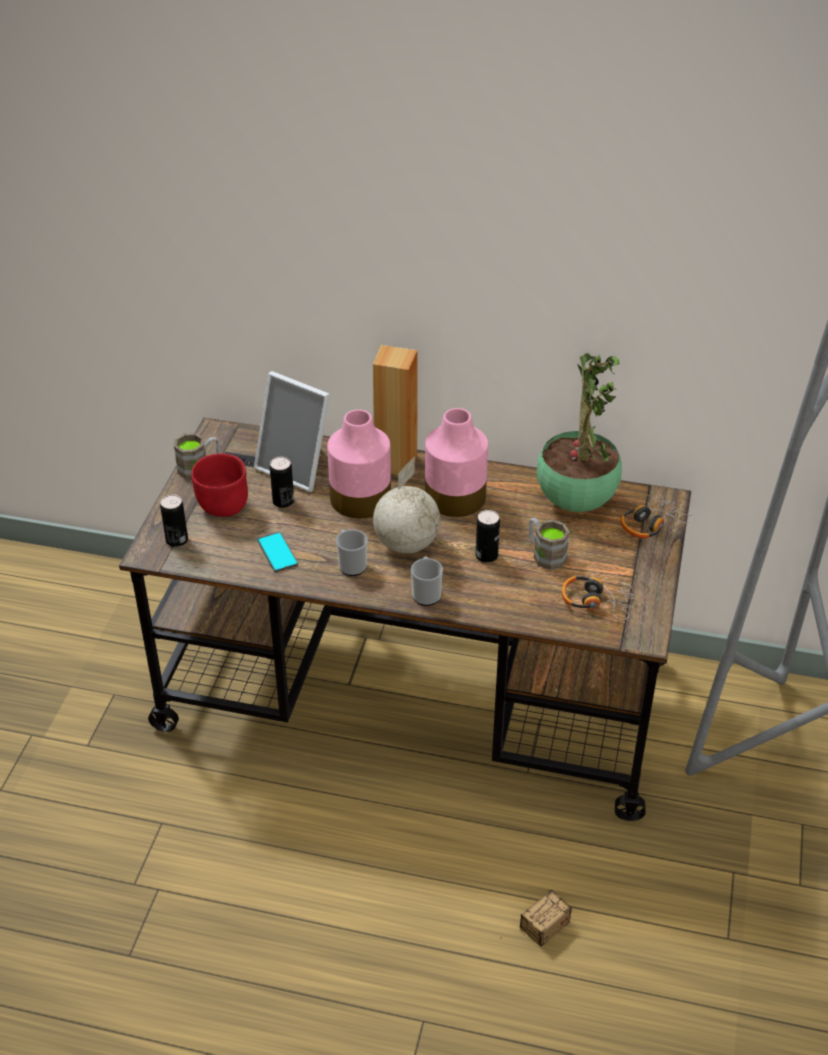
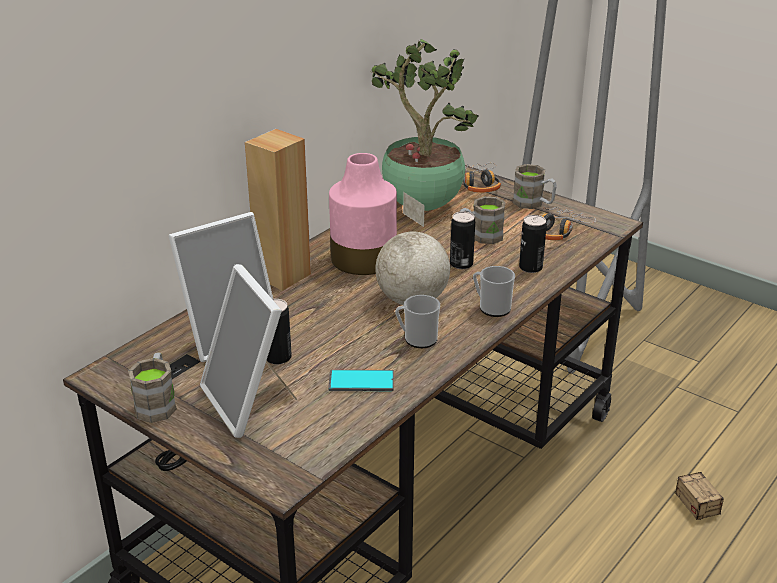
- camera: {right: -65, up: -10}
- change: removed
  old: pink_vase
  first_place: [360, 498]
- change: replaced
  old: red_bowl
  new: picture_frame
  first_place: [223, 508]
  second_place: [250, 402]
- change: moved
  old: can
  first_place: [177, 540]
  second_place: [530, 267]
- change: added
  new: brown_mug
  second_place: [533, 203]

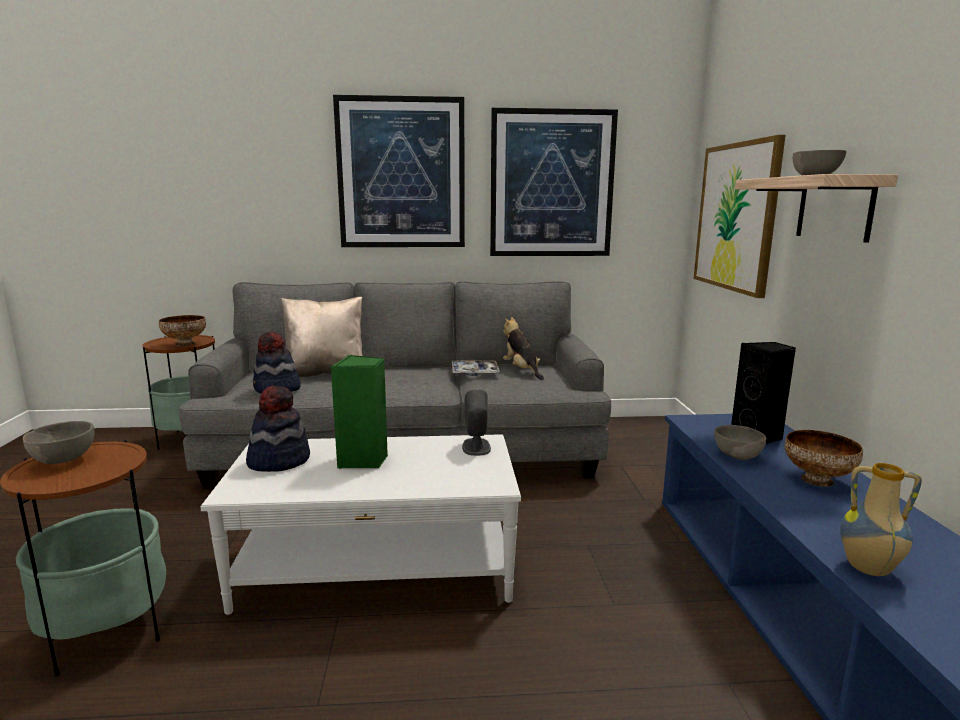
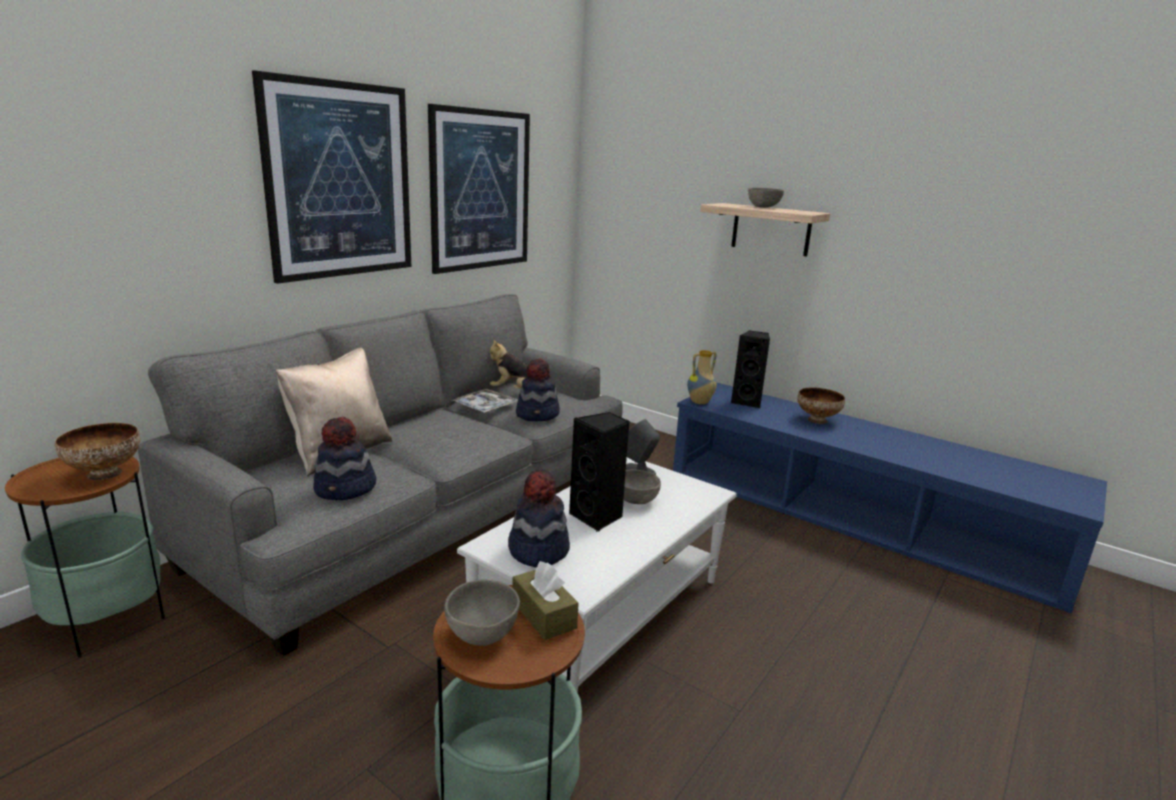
- camera: {right: -50, up: 5}
- change: removed
  old: picture
  first_place: [736, 217]
- change: recoloured
  old: green_speaker
  new: black_speaker
  first_place: [363, 461]
  second_place: [598, 517]
- change: moved
  old: grey_bowl
  first_place: [737, 457]
  second_place: [636, 501]
- change: moved
  old: vase
  first_place: [868, 569]
  second_place: [700, 402]
- change: added
  new: hat
  second_place: [538, 415]
- change: added
  new: brown_tissue_box
  second_place: [543, 614]

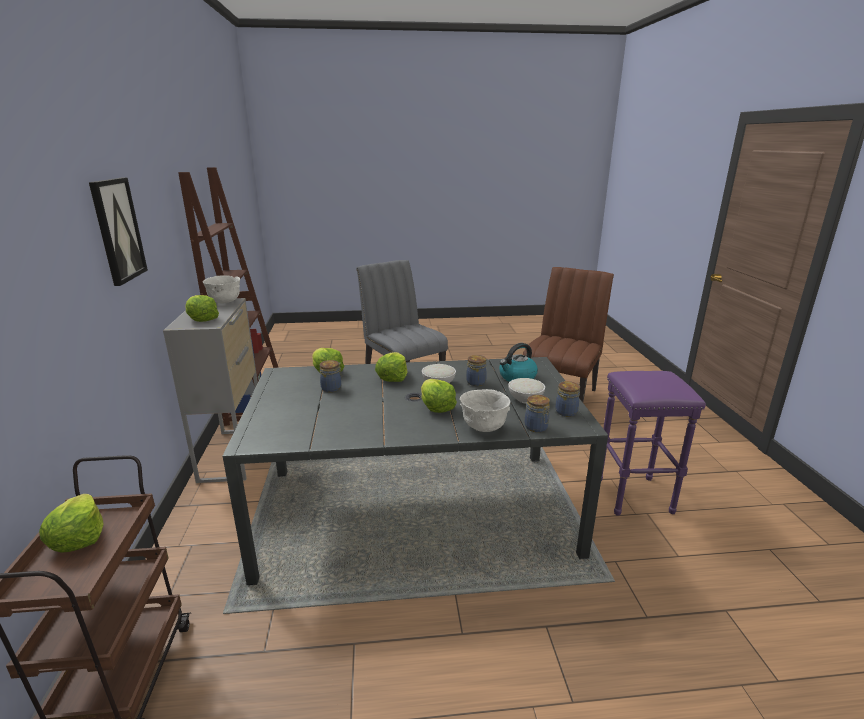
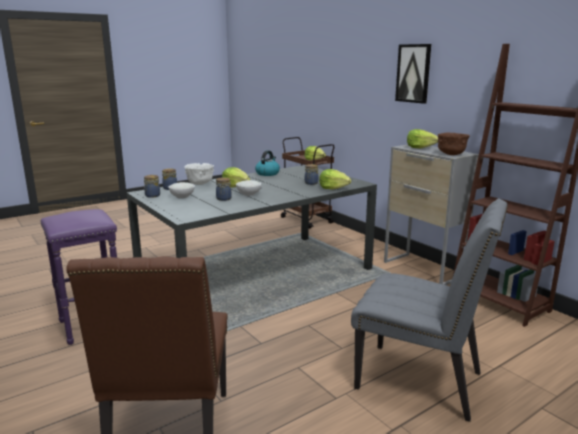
- camera: {right: 150, up: -5}
- change: recoloured
  old: white_bowl
  new: brown_bowl
  first_place: [225, 302]
  second_place: [451, 154]
- change: moved
  old: kettle
  first_place: [517, 377]
  second_place: [267, 173]
- change: removed
  old: lettuce
  first_place: [392, 377]

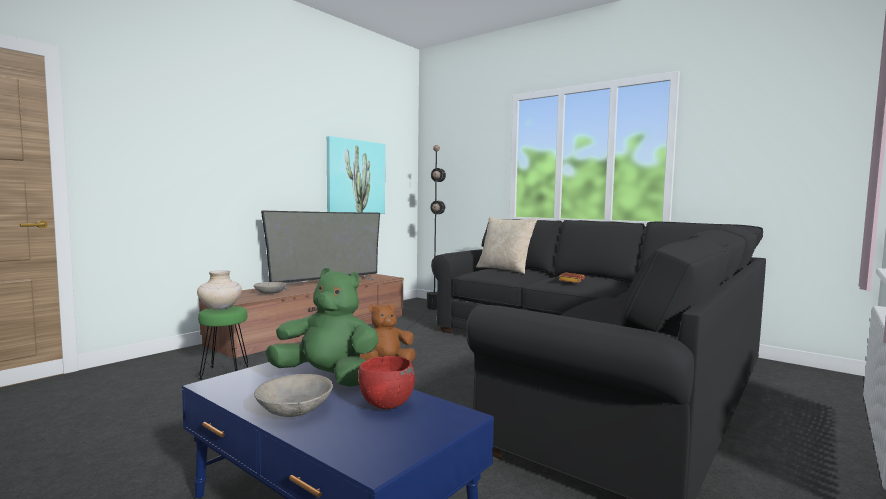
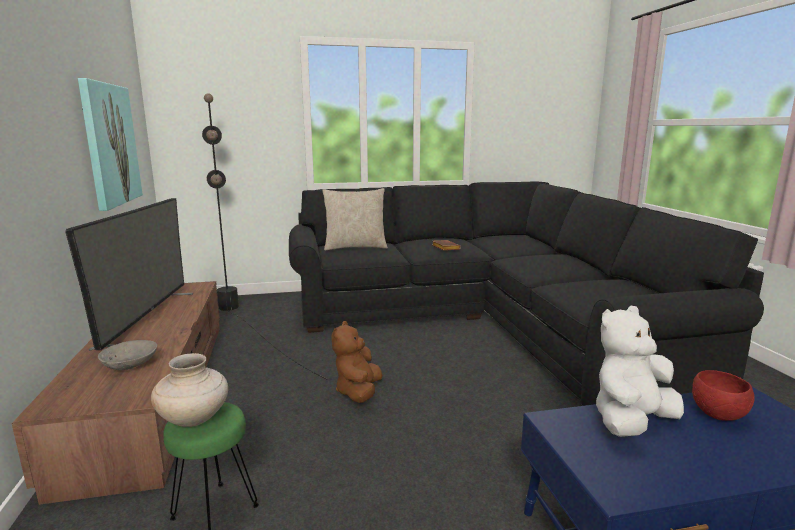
- camera: {right: -50, up: 10}
- change: recoloured
  old: green_plush_toy
  new: white_plush_toy
  first_place: [328, 378]
  second_place: [631, 422]
- change: removed
  old: grey_bowl
  first_place: [294, 409]

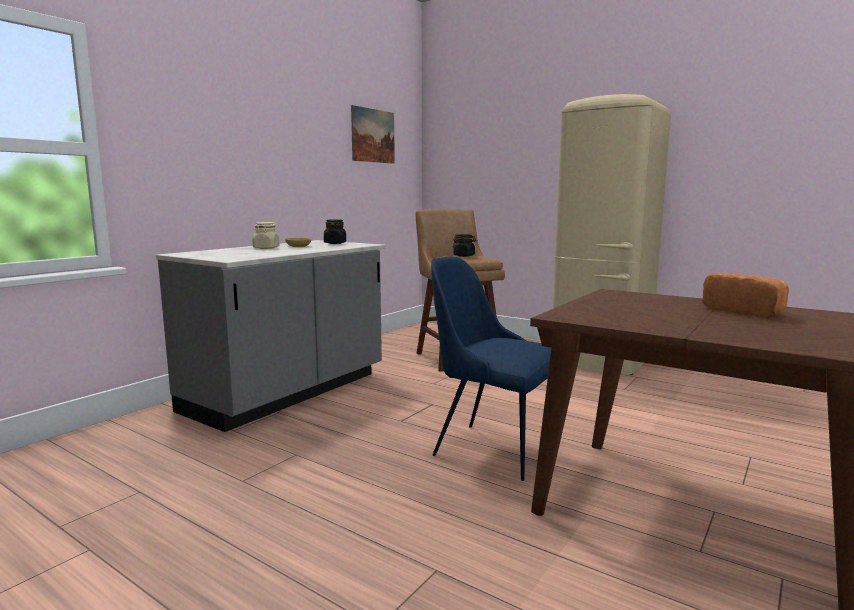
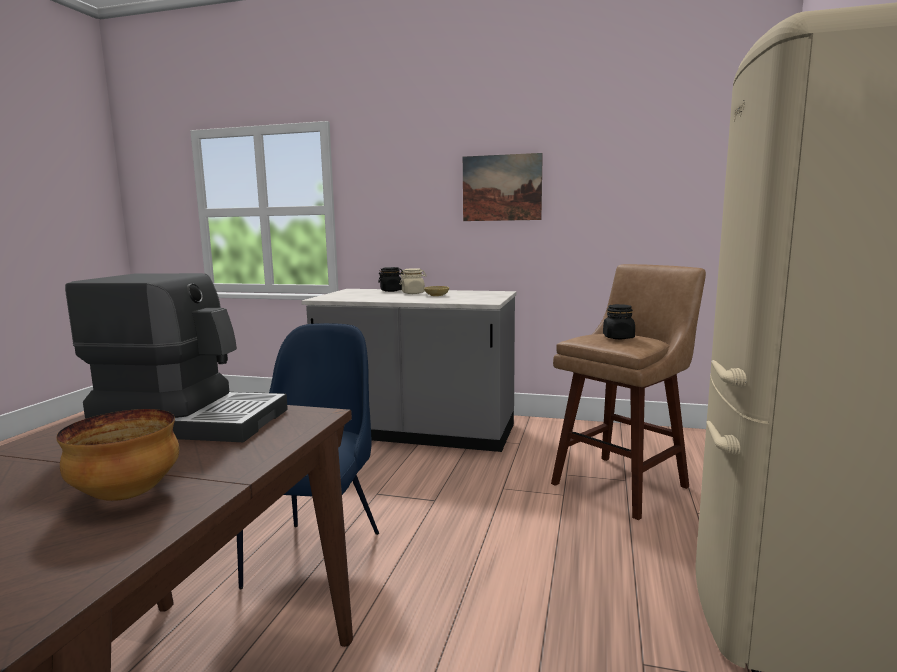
- camera: {right: 70, up: 0}
- change: moved
  old: picture
  first_place: [373, 135]
  second_place: [501, 188]
- change: moved
  old: black_jar
  first_place: [335, 243]
  second_place: [391, 291]
- change: replaced
  old: bread
  new: bowl
  first_place: [746, 311]
  second_place: [125, 495]
- change: added
  new: coffee_machine
  second_place: [192, 420]

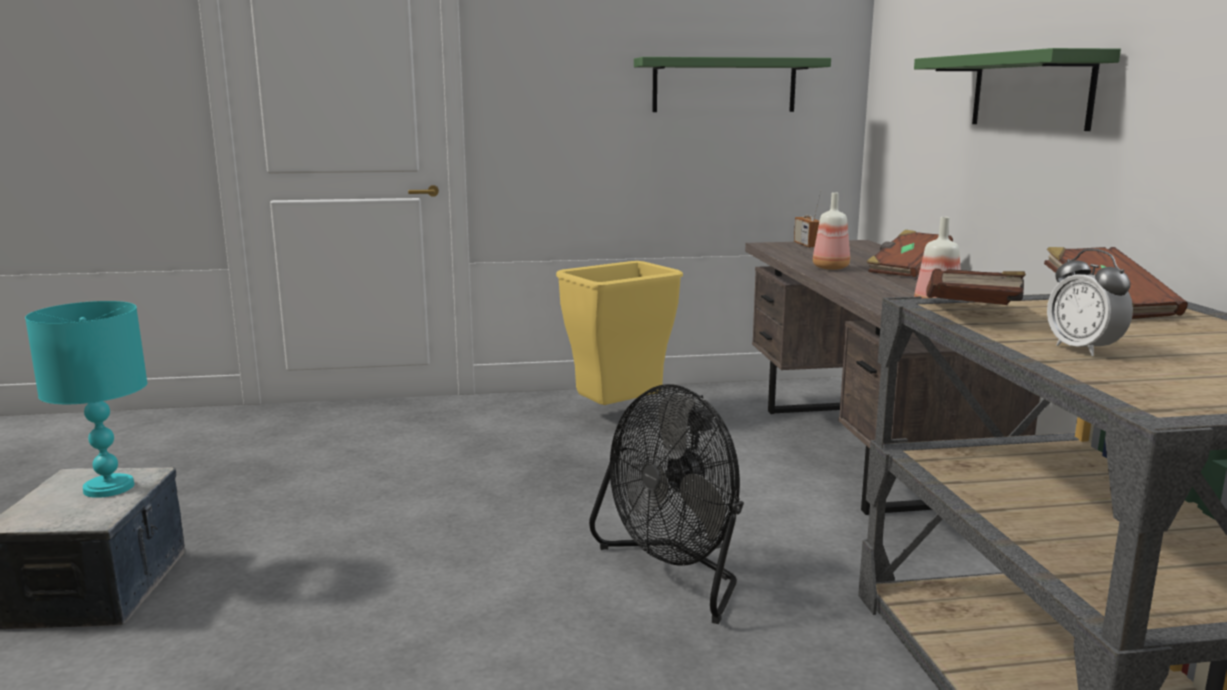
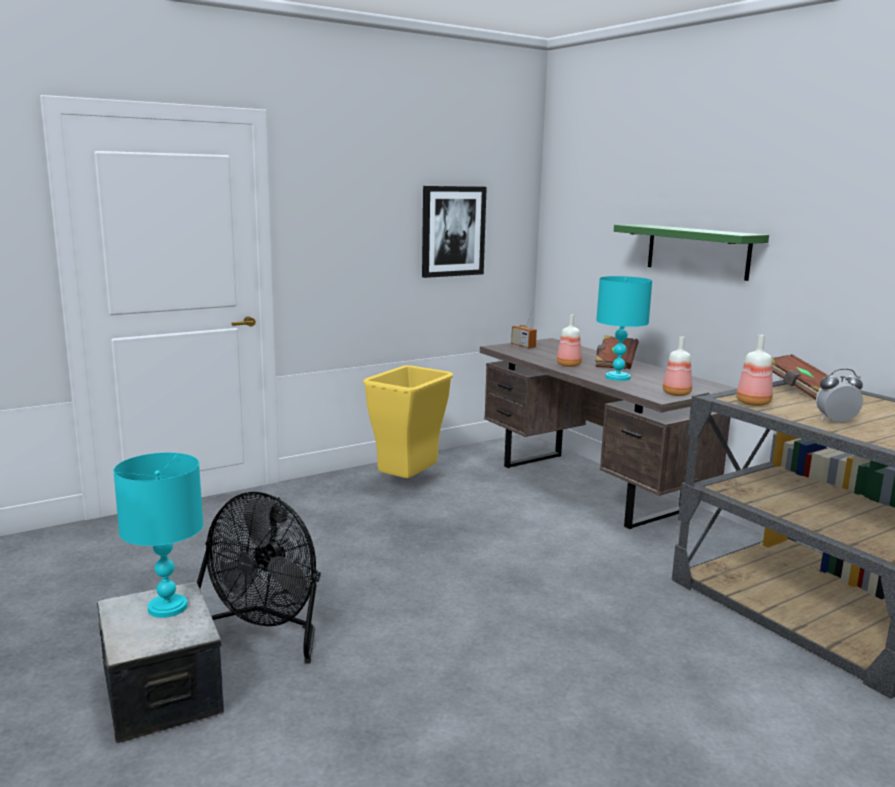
- camera: {right: -25, up: 0}
- change: replaced
  old: green_shelf
  new: picture
  first_place: [724, 85]
  second_place: [453, 231]
- change: turned
  old: alarm_clock
  first_place: [1083, 349]
  second_place: [835, 421]
  degrees: 135
- change: replaced
  old: brown_book
  new: bottle
  first_place: [972, 314]
  second_place: [753, 403]
- change: moved
  old: black_fan
  first_place: [679, 569]
  second_place: [268, 627]
- change: added
  new: turquoise_table_lamp
  second_place: [617, 377]

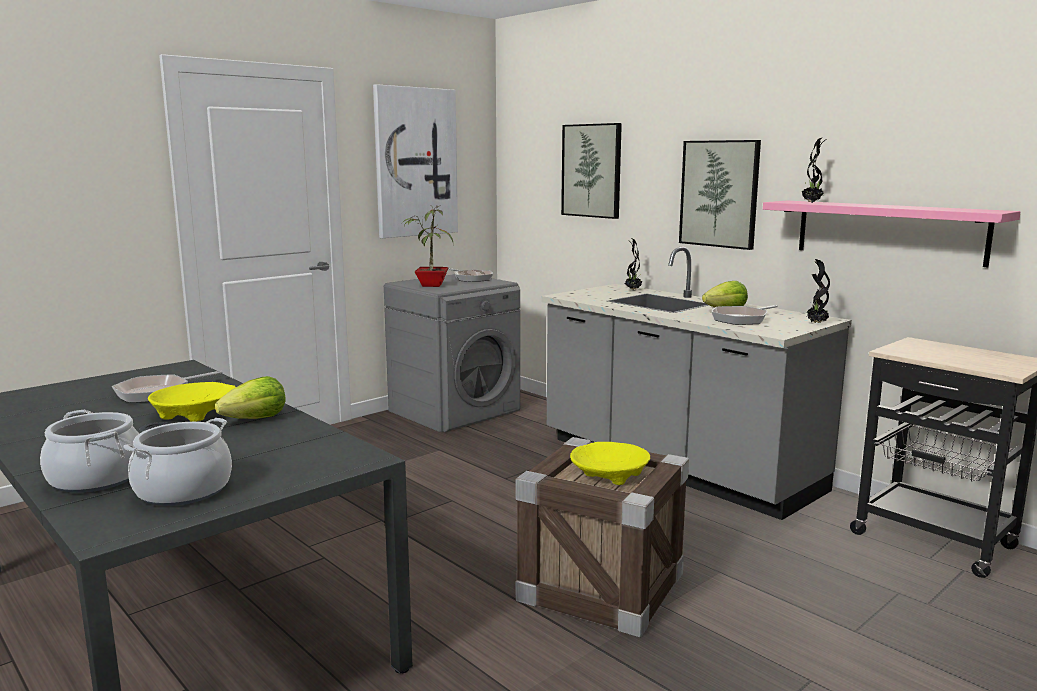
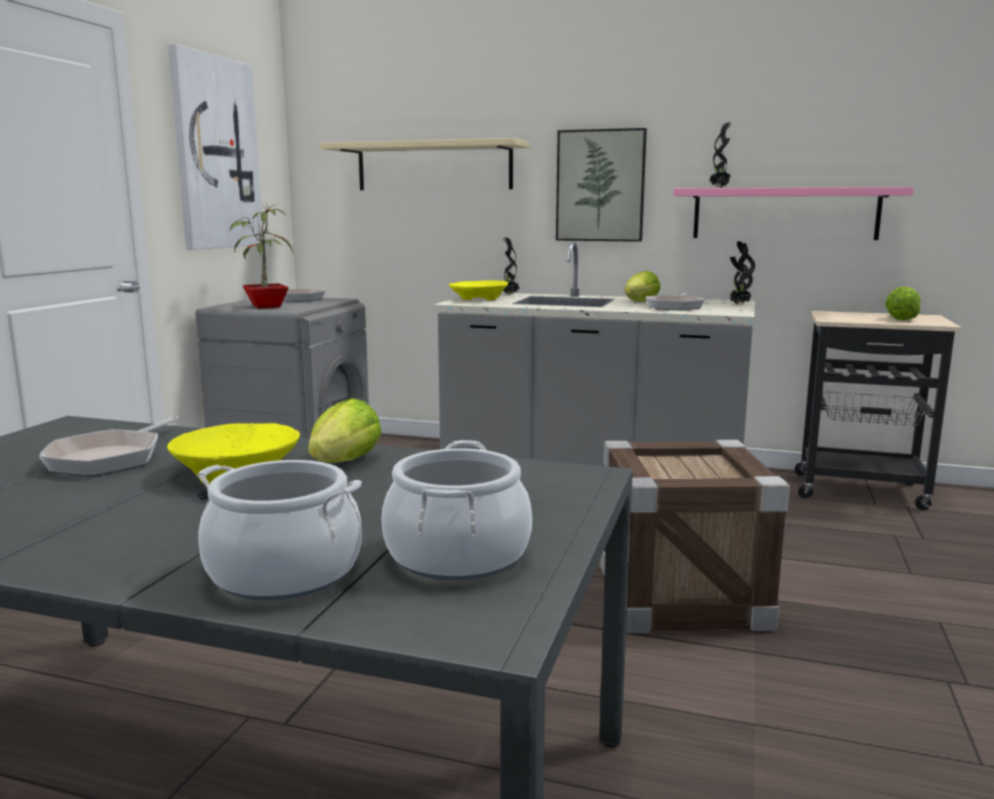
- camera: {right: -30, up: 0}
- change: replaced
  old: picture
  new: beige_shelf
  first_place: [592, 170]
  second_place: [434, 167]
- change: moved
  old: yellow_bowl
  first_place: [609, 474]
  second_place: [479, 299]
- change: added
  new: lettuce
  second_place: [901, 319]

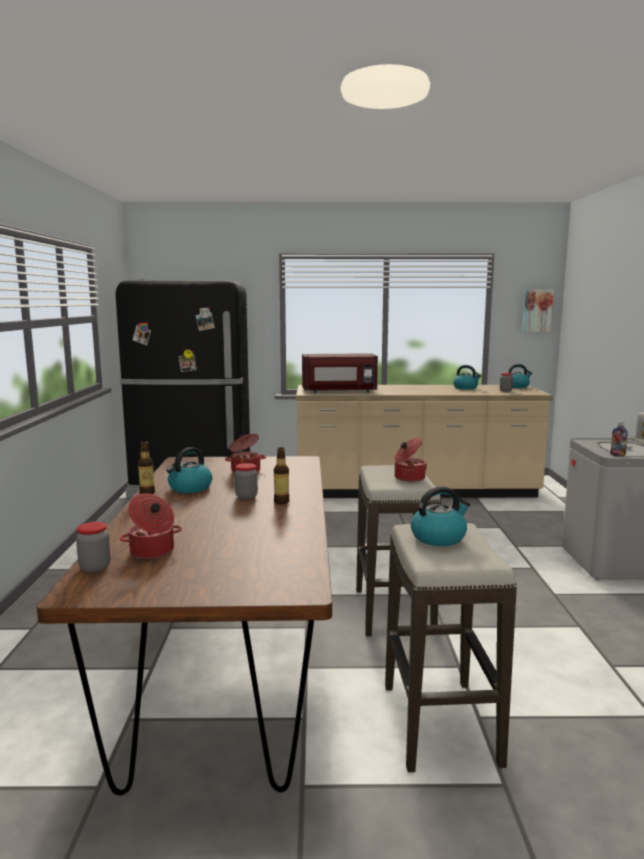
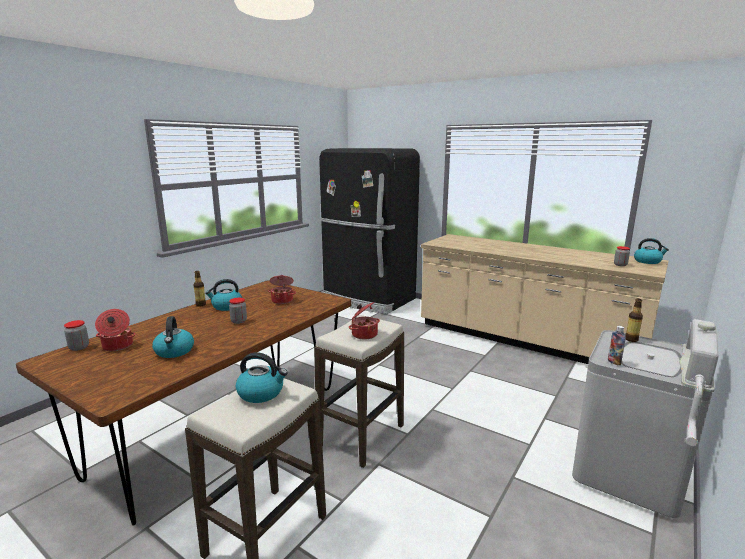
- camera: {right: 35, up: 5}
- change: removed
  old: picture
  first_place: [537, 310]
- change: removed
  old: red_microwave
  first_place: [339, 391]
- change: moved
  old: kettle
  first_place: [466, 388]
  second_place: [174, 351]
- change: moved
  old: bottle
  first_place: [281, 502]
  second_place: [631, 339]

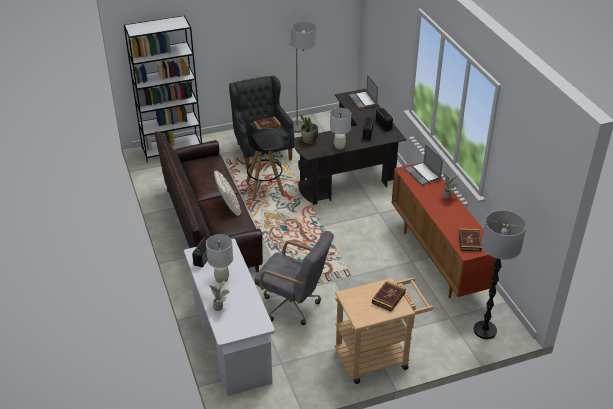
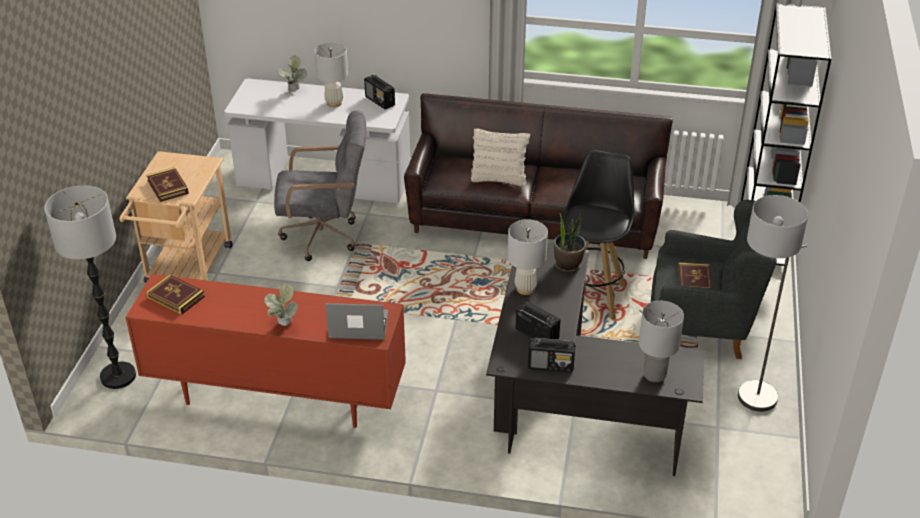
- camera: {right: 120, up: 0}
- change: replaced
  old: laptop
  new: grey_table_lamp
  first_place: [363, 101]
  second_place: [654, 376]
- change: turned
  old: grey_office_chair
  first_place: [294, 308]
  second_place: [326, 238]
  degrees: -150

